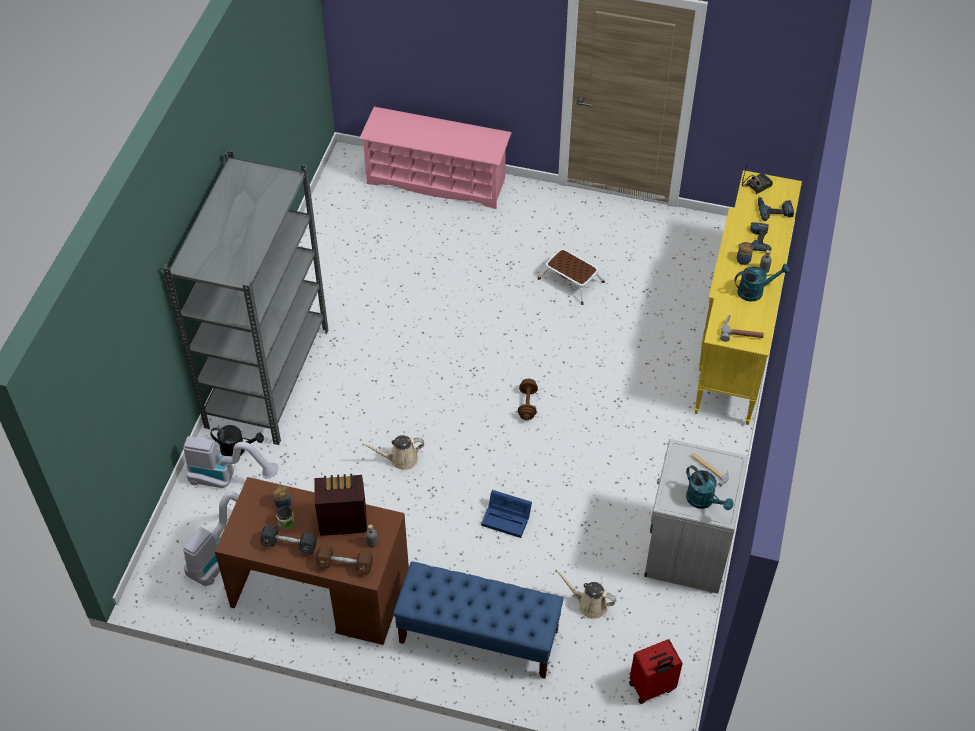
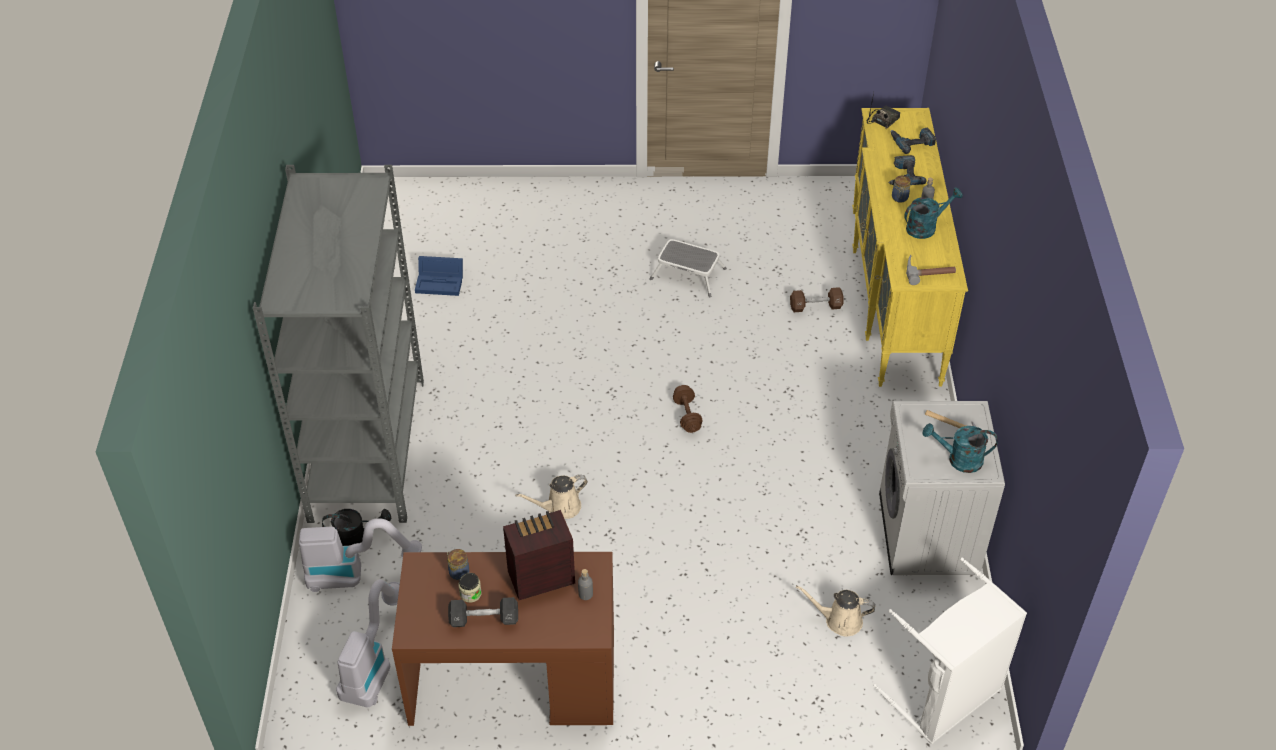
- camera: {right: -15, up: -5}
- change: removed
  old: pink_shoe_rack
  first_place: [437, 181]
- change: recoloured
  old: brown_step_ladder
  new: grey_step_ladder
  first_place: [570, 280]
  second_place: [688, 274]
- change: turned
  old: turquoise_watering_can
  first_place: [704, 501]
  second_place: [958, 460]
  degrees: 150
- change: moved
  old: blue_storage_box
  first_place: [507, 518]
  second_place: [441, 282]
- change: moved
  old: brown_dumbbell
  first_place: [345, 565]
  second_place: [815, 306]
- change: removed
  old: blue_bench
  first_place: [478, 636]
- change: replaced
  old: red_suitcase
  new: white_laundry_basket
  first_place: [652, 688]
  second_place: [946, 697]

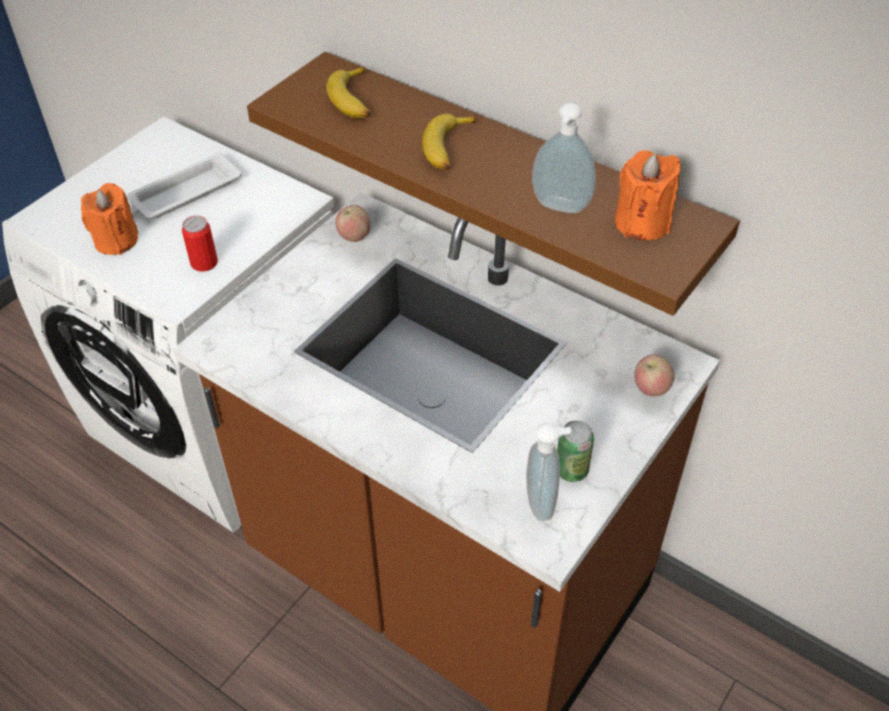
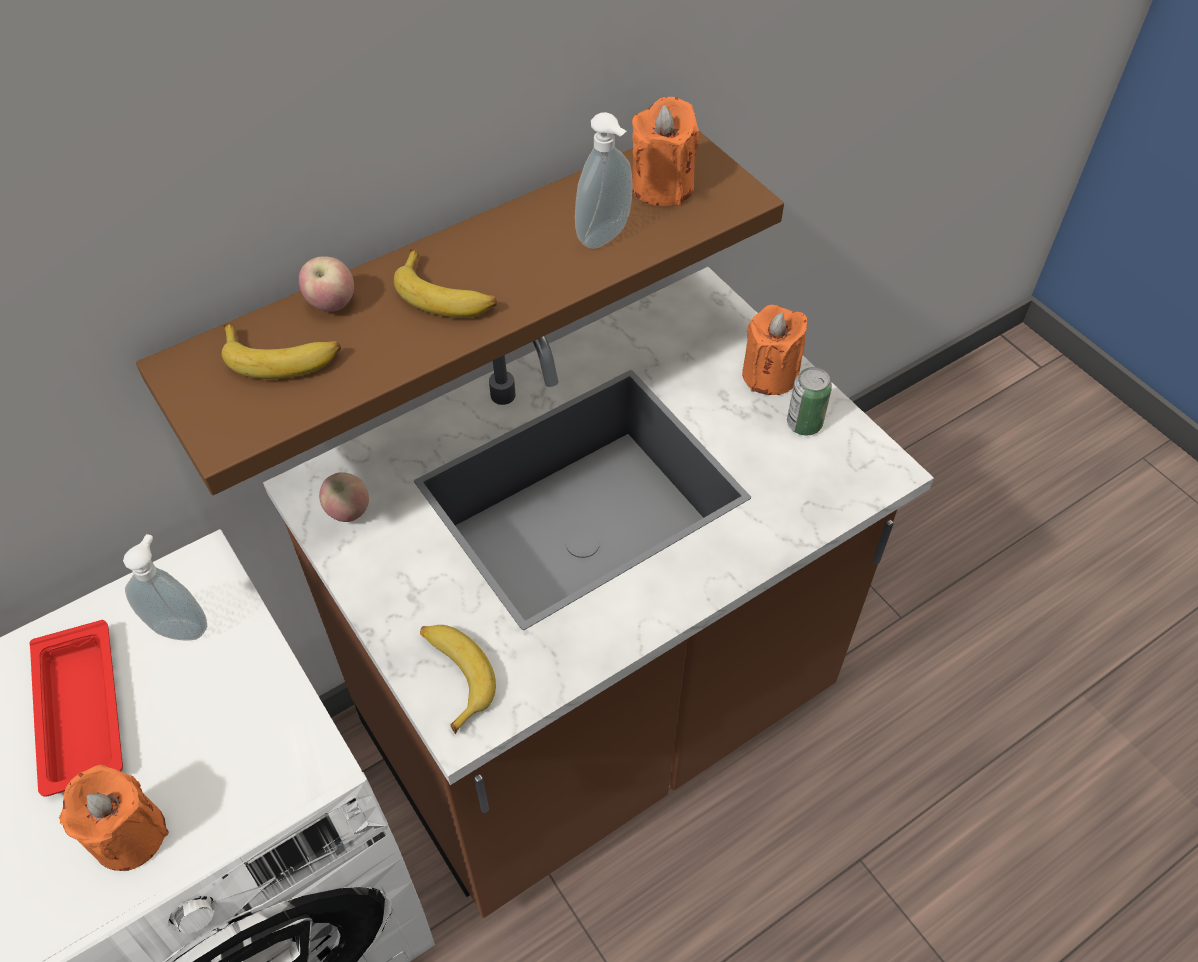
- camera: {right: -70, up: 5}
- change: recoloured
  old: white_tray
  new: red_tray
  first_place: [184, 194]
  second_place: [81, 715]
- change: removed
  old: can
  first_place: [204, 263]
- change: moved
  old: apple
  first_place: [651, 389]
  second_place: [331, 304]
- change: moved
  old: soap_dispenser
  first_place: [543, 502]
  second_place: [181, 626]
- change: added
  new: orange_candle
  second_place: [770, 375]
- change: added
  new: banana
  second_place: [453, 675]

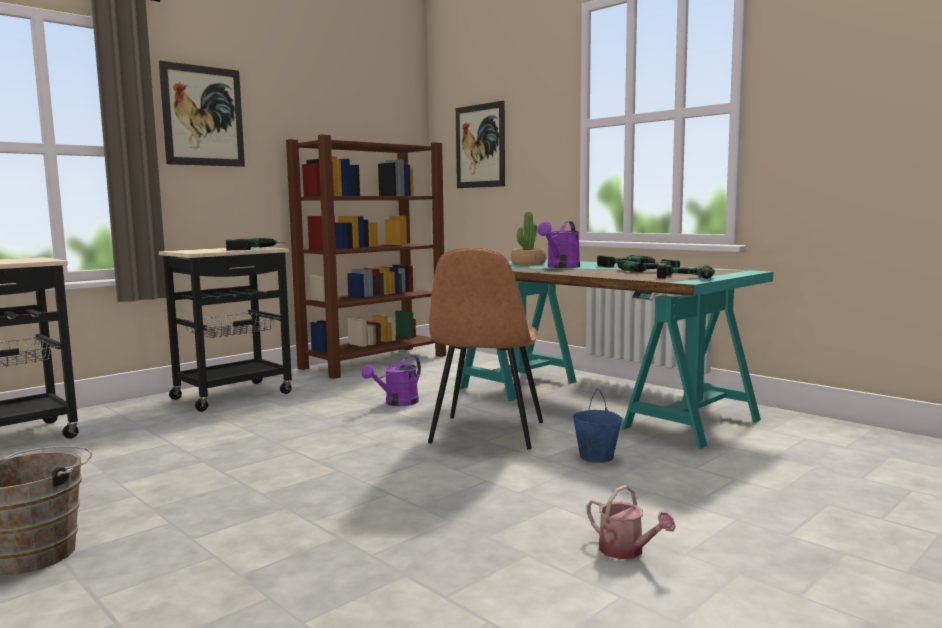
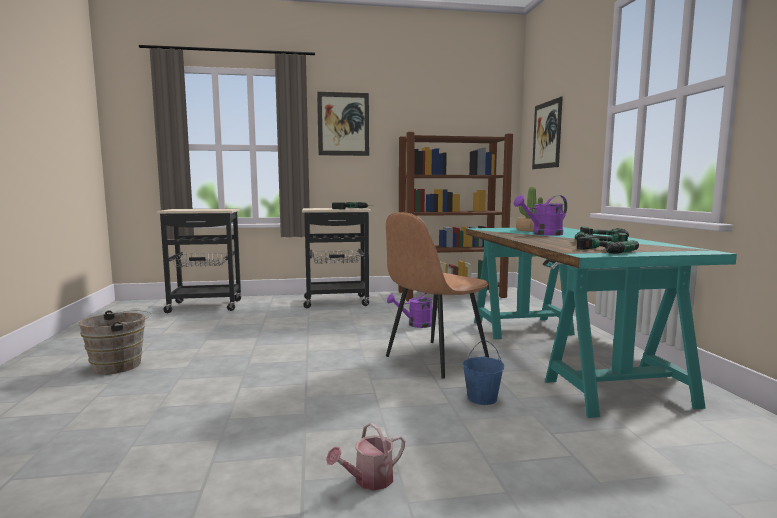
- camera: {right: 35, up: 0}
- change: turned
  old: watering_can
  first_place: [626, 551]
  second_place: [369, 480]
  degrees: 60

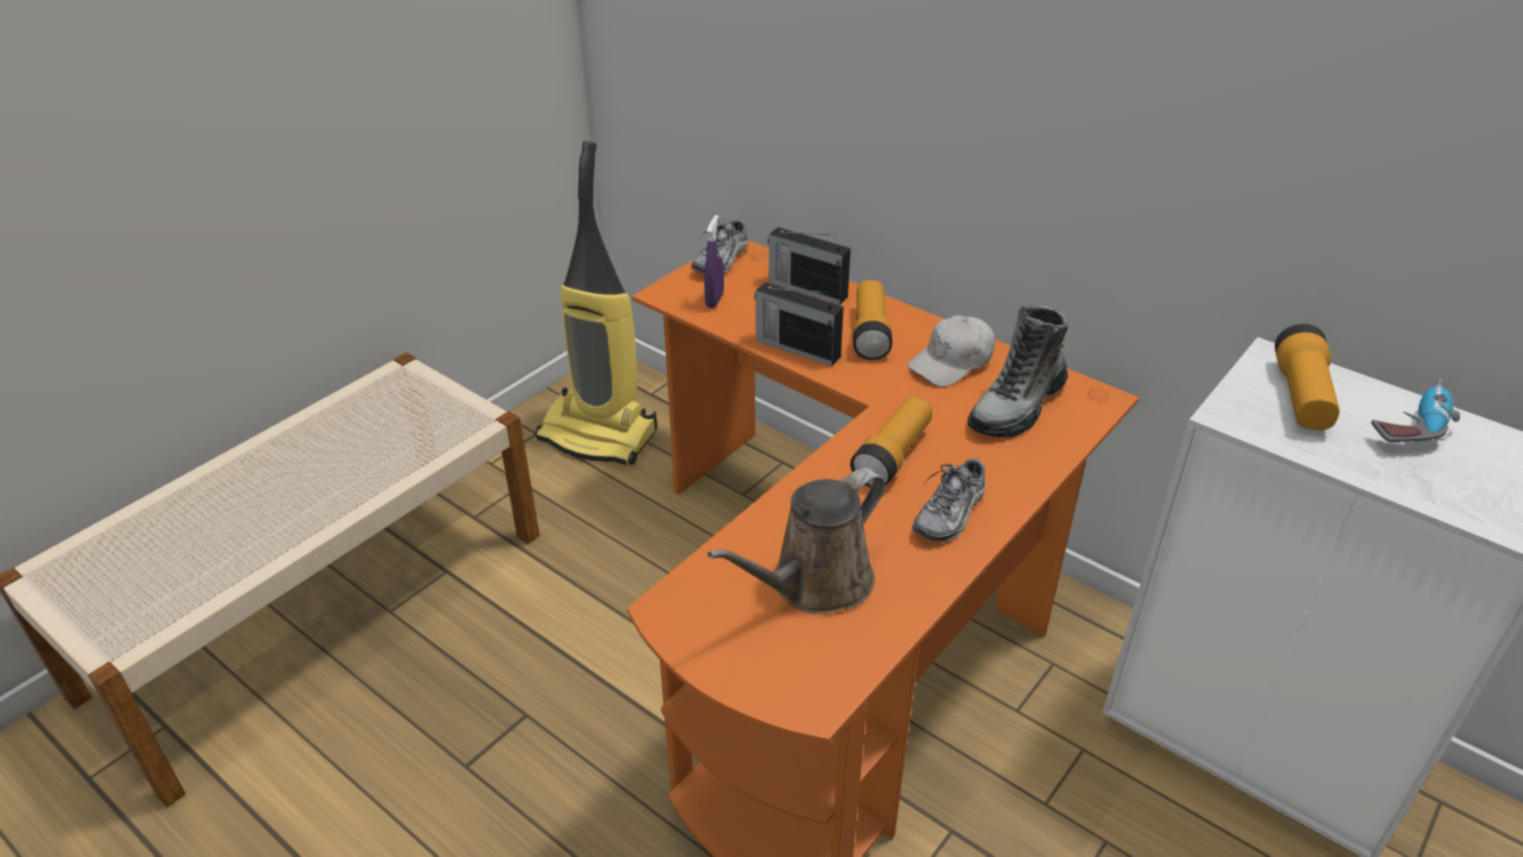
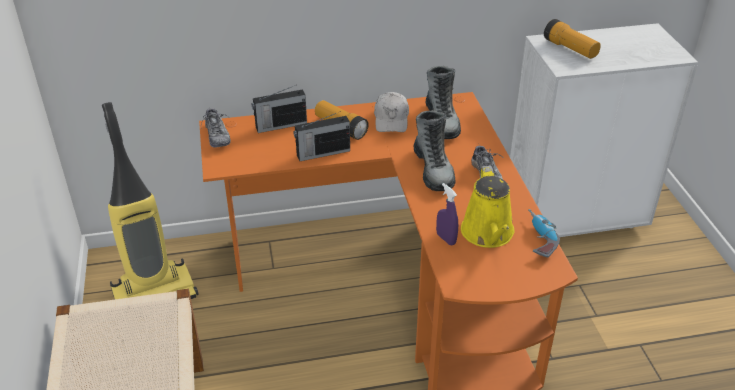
- camera: {right: -50, up: 0}
- change: moved
  old: purple_spray_bottle
  first_place: [714, 300]
  second_place: [446, 239]
- change: moved
  old: power_drill
  first_place: [1411, 423]
  second_place: [538, 239]
- change: replaced
  old: flashlight
  new: boot
  first_place: [893, 456]
  second_place: [433, 170]
- change: recoloured
  old: brown_watering_can
  new: yellow_watering_can
  first_place: [814, 584]
  second_place: [488, 234]

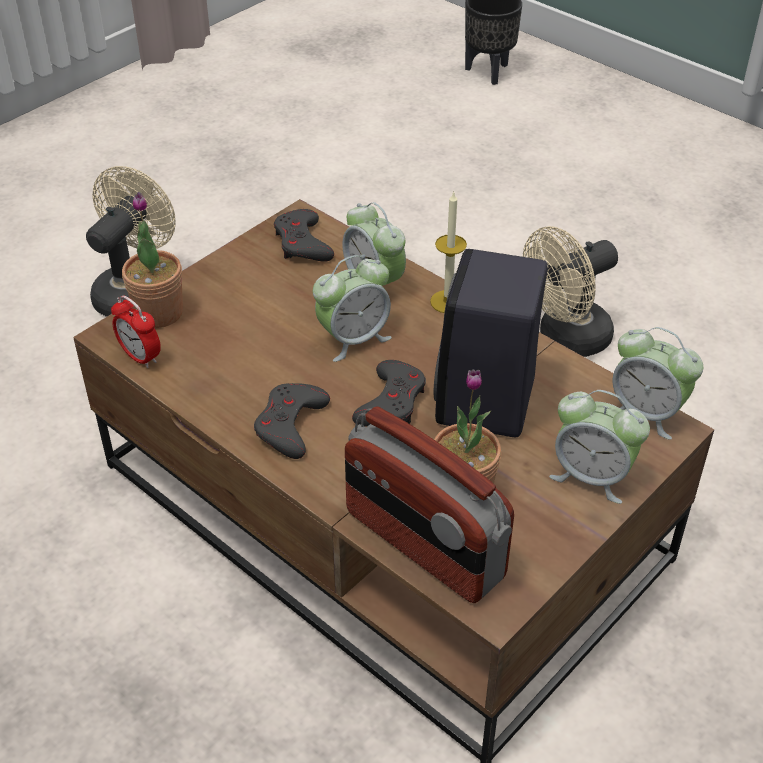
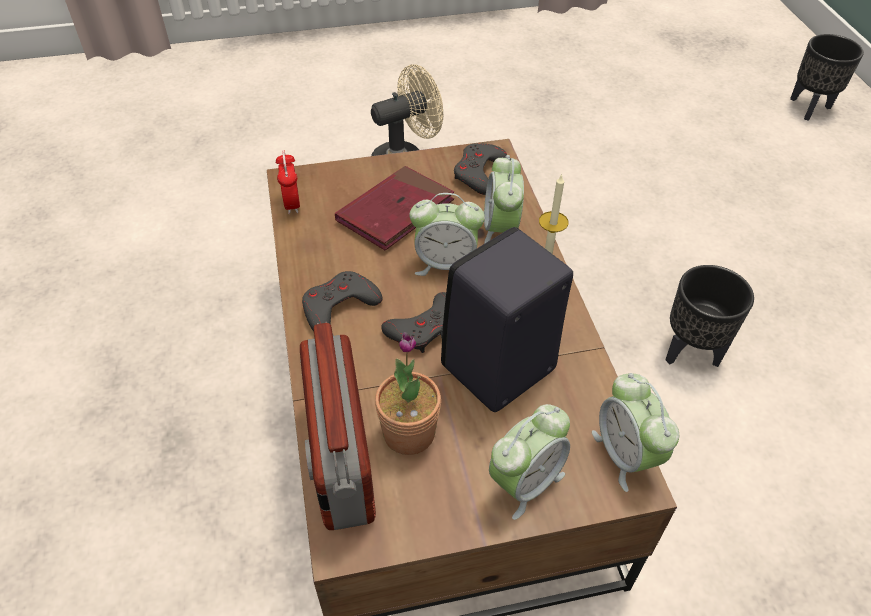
- camera: {right: 35, up: 5}
- change: removed
  old: potted_plant
  first_place: [159, 313]
- change: replaced
  old: beige_fan
  new: black_planter
  first_place: [565, 339]
  second_place: [691, 352]
- change: turned
  old: alarm_clock
  first_place: [592, 476]
  second_place: [525, 482]
  degrees: -105
- change: added
  new: red_book
  second_place: [395, 211]

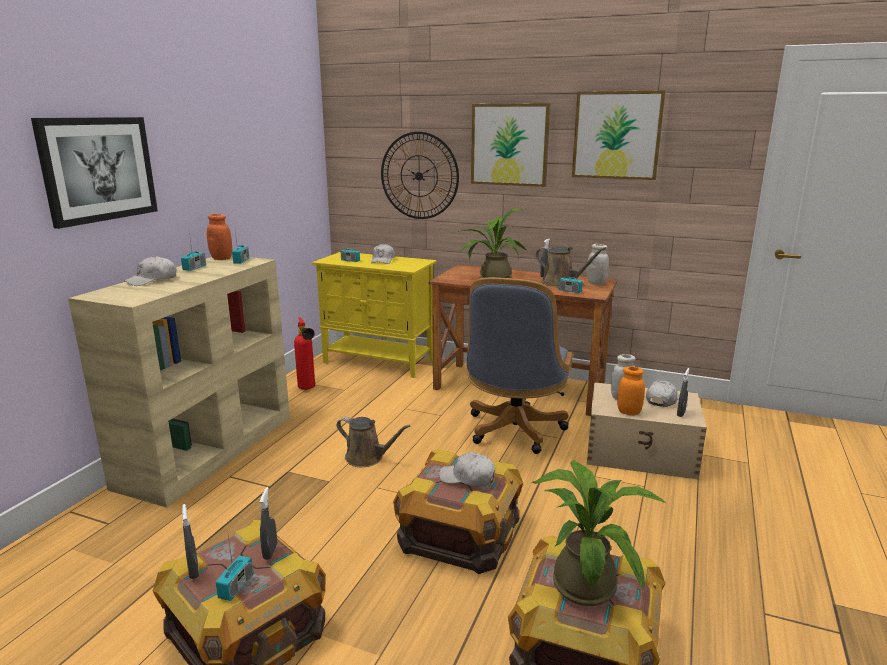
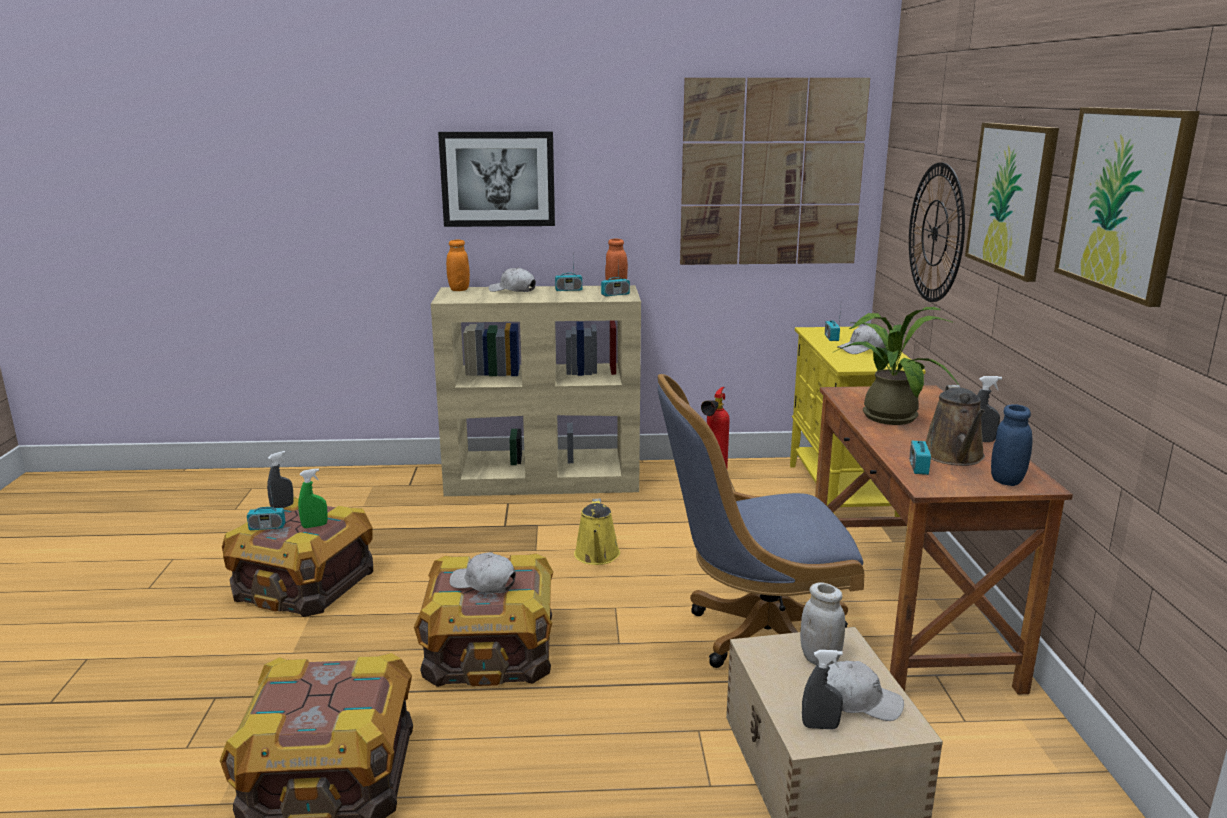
- camera: {right: 65, up: 0}
- change: recoloured
  old: white_jar
  new: blue_jar
  first_place: [596, 283]
  second_place: [1007, 480]
- change: moved
  old: orange_jar
  first_place: [628, 412]
  second_place: [459, 289]
- change: recoloured
  old: brown_watering_can
  new: yellow_watering_can
  first_place: [367, 458]
  second_place: [597, 556]
- change: turned
  old: white_cap
  first_place: [468, 478]
  second_place: [483, 583]
  degrees: -60
- change: removed
  old: potted_plant
  first_place: [584, 580]
- change: recoloured
  old: grey_spray_bottle
  new: green_spray_bottle
  first_place: [270, 552]
  second_place: [315, 526]
- change: added
  new: picture
  second_place: [771, 173]

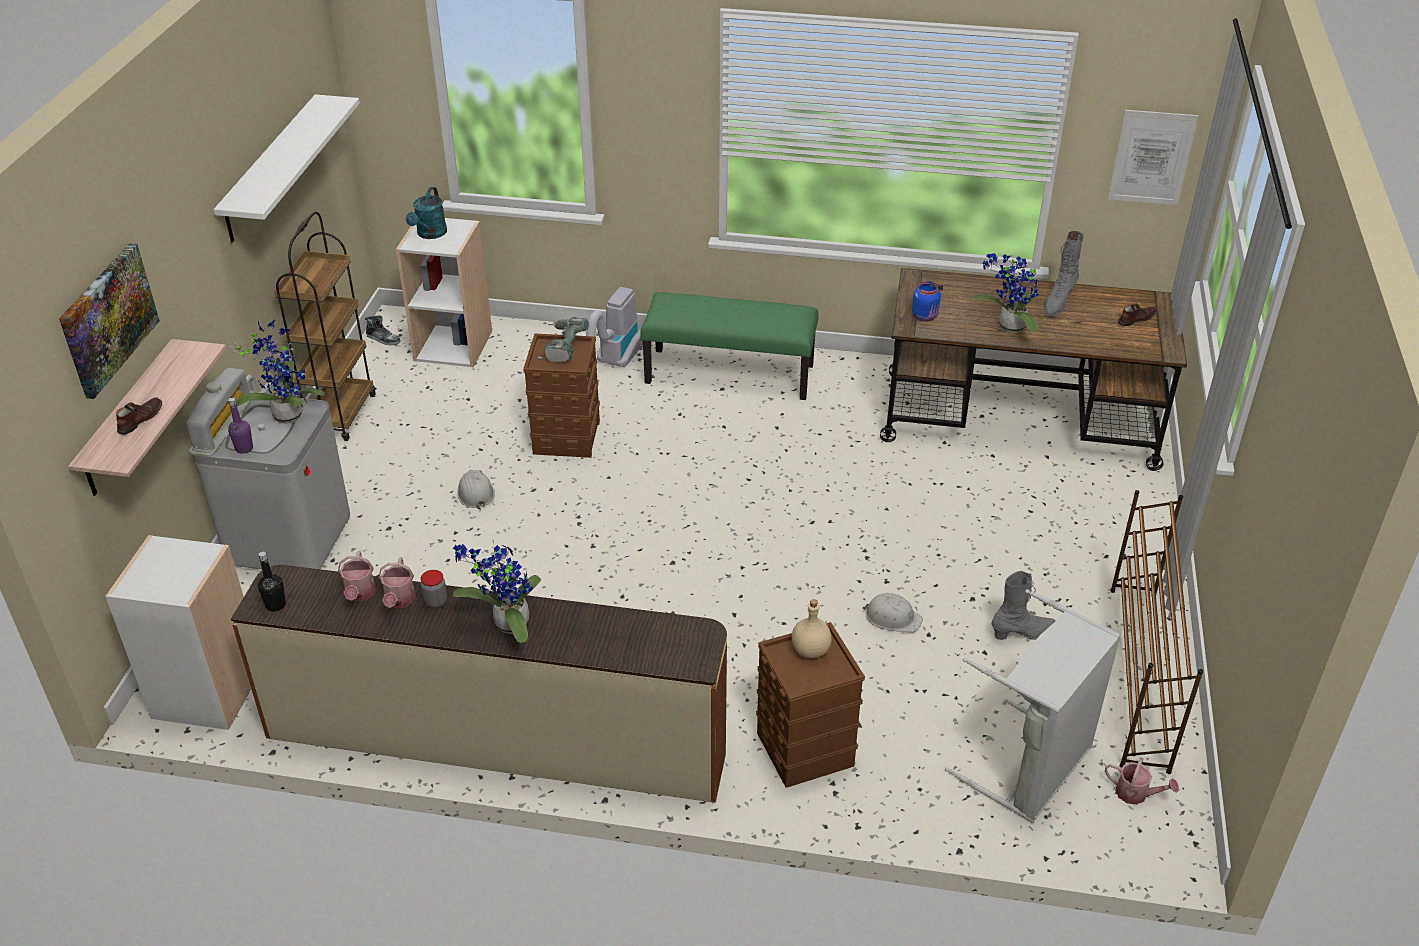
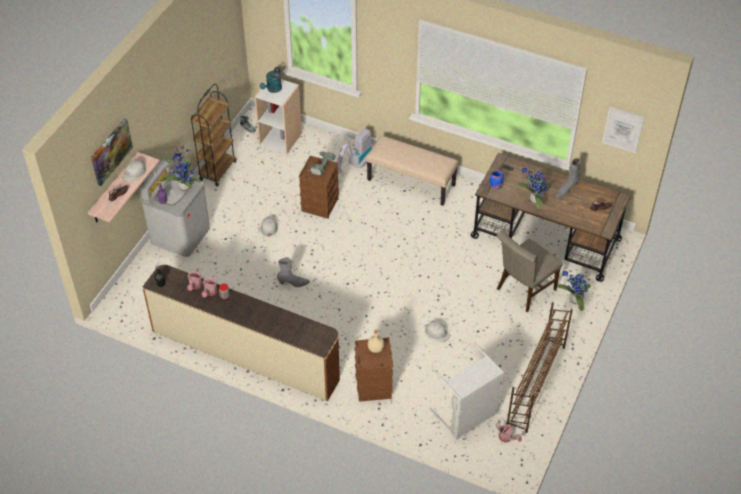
- camera: {right: 15, up: 10}
- change: removed
  old: white_shelf
  first_place: [271, 168]
- change: recoloured
  old: green_bench
  new: beige_bench
  first_place: [730, 374]
  second_place: [411, 182]
- change: removed
  old: bookcase
  first_place: [207, 692]
- change: moved
  old: potted_plant
  first_place: [507, 625]
  second_place: [574, 300]
- change: moved
  old: grey_boot
  first_place: [1023, 633]
  second_place: [293, 283]
- change: added
  new: white_hard_hat
  second_place: [134, 173]
- change: added
  new: beige_chair
  second_place: [523, 291]

